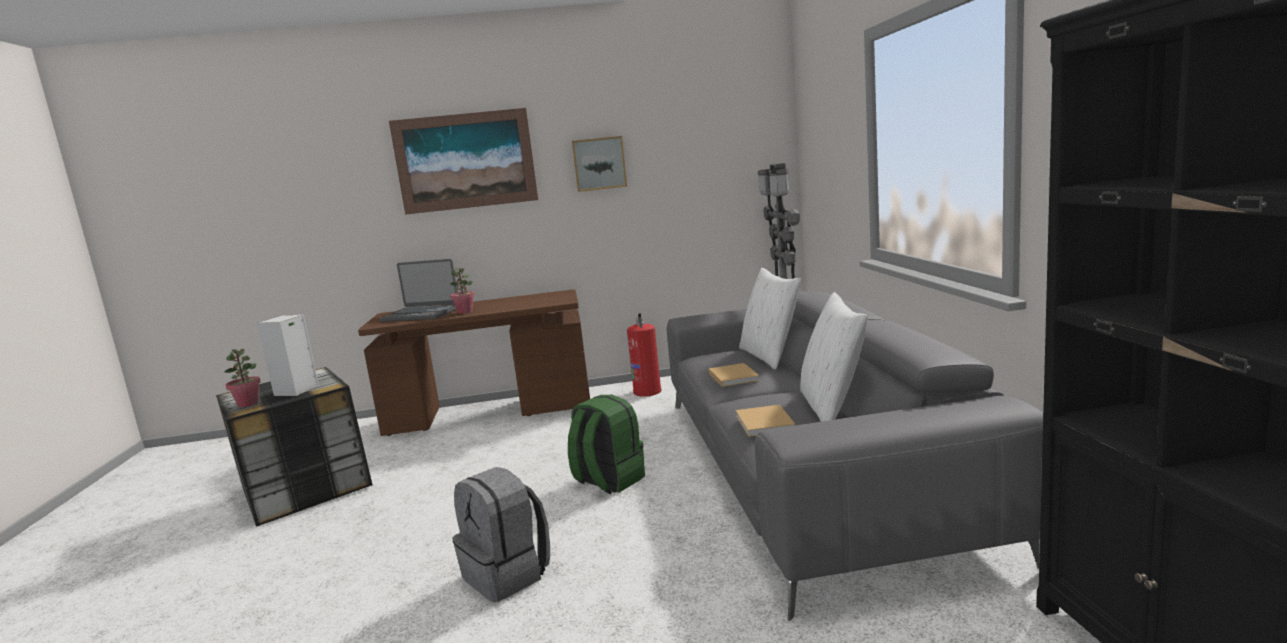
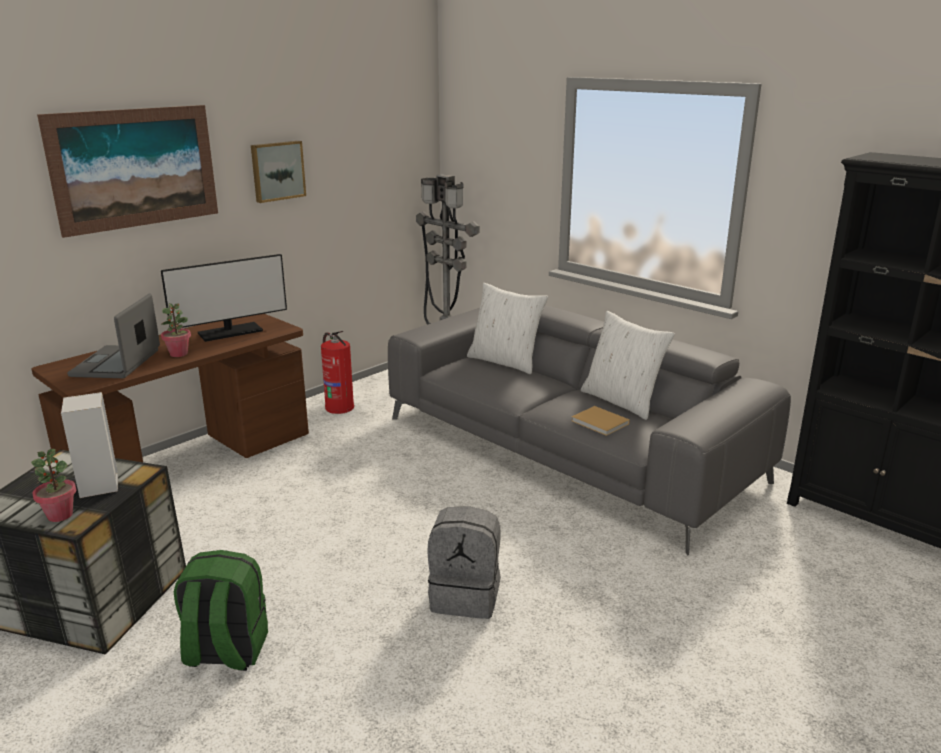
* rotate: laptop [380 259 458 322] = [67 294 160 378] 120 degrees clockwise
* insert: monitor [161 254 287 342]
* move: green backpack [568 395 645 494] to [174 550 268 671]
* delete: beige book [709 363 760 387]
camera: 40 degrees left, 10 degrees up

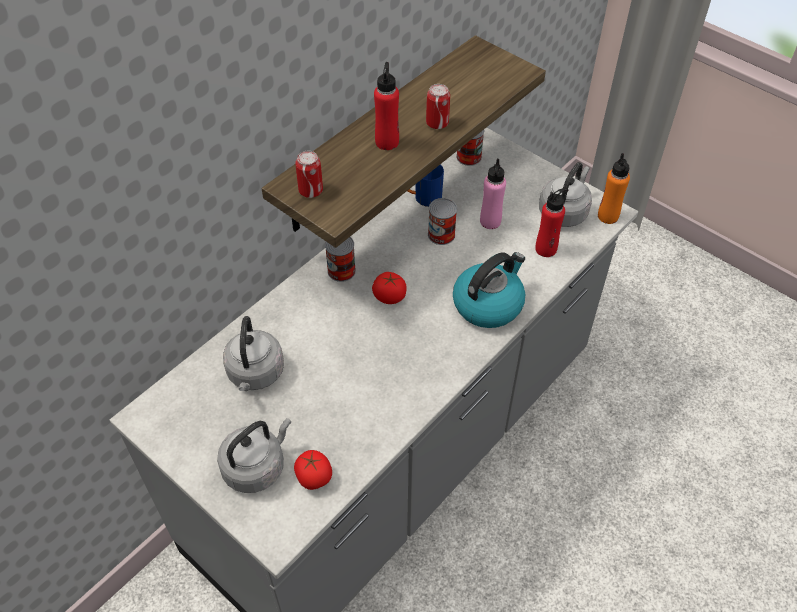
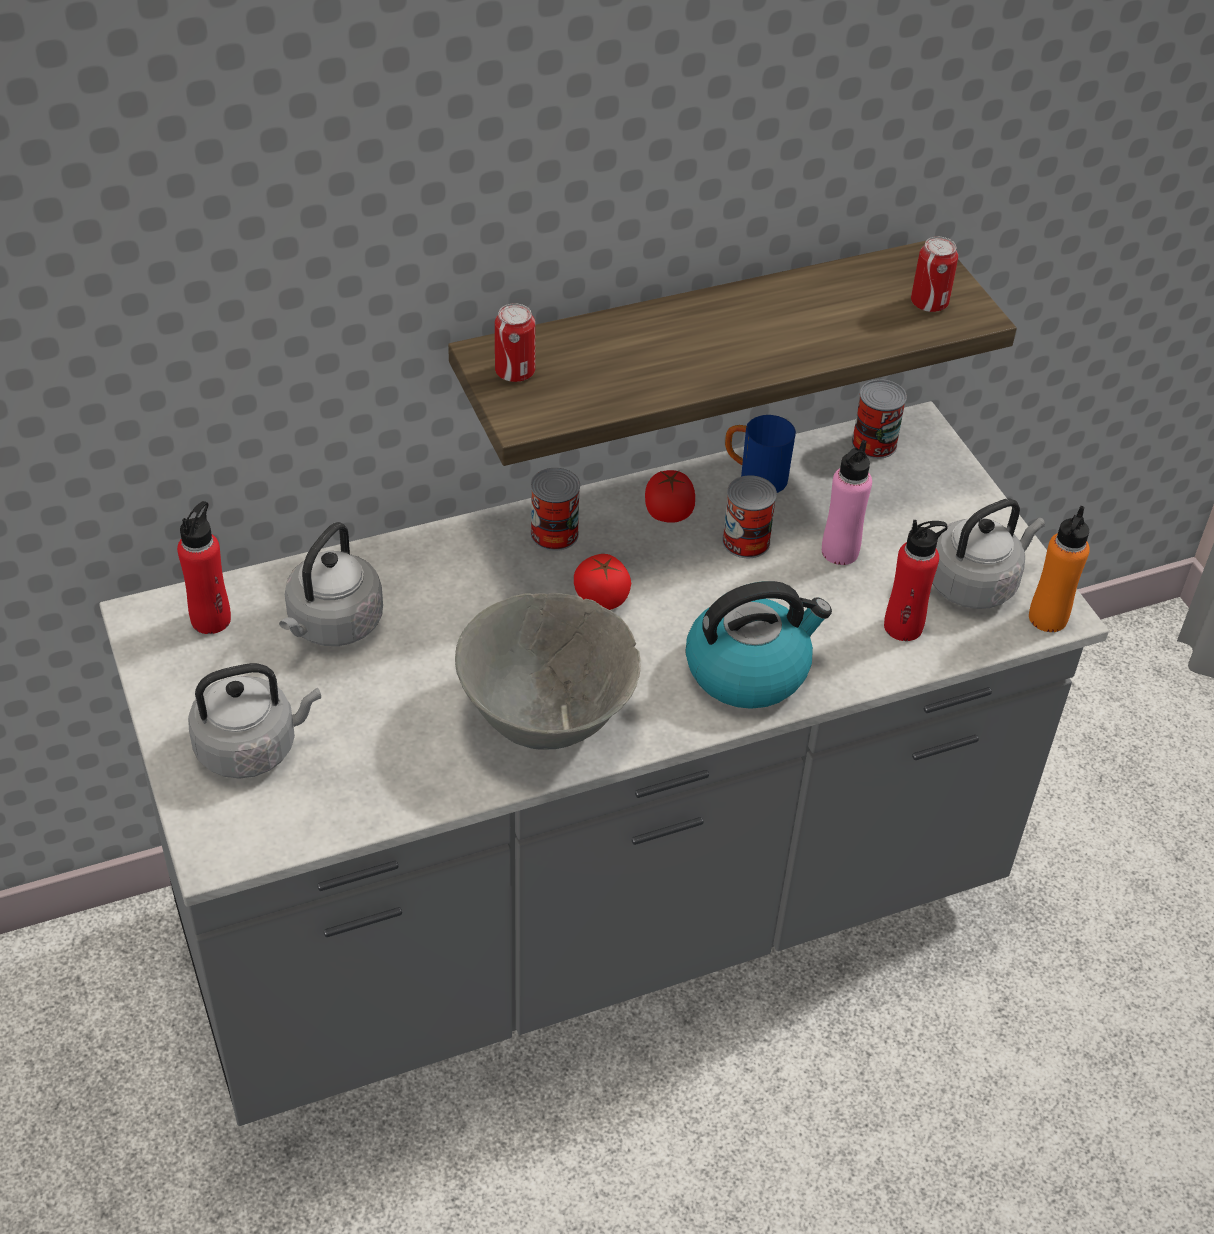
* move: red bottle [374 62 399 150] to [177 501 231 634]
* insert: grey bowl [455 593 641 750]
* move: tomato [294 450 332 490] to [645 470 695 523]
* move: can [426 84 450 129] to [911 237 958 312]
camera: 25 degrees right, 5 degrees down

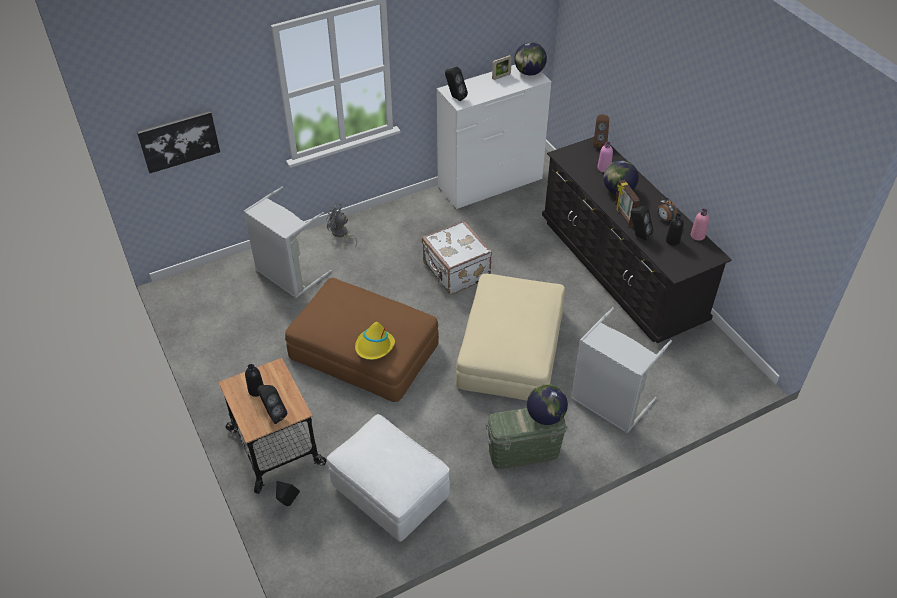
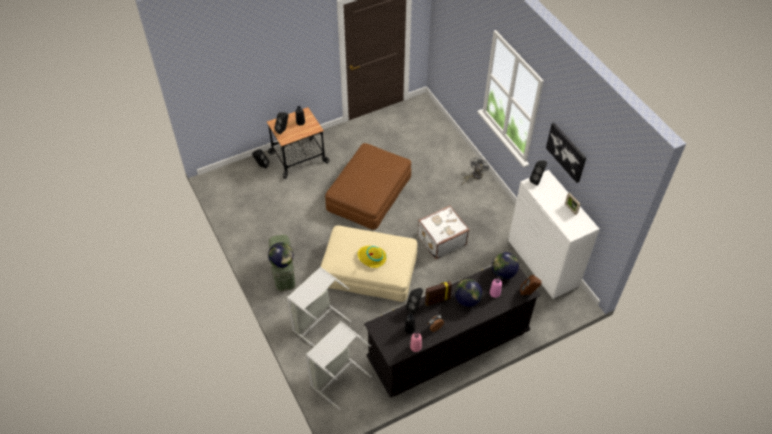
* move: grey laundry basket [243 186 331 298] to [306 321 372 410]
* move: yellow hat [355 322 395 360] to [357 246 386 268]
* move: globe [514 42 547 76] to [492 252 519 279]
* move: picture [137 111 220 173] to [546 123 586 183]
* delete: white ottoman [327 414 450 542]
camera: 90 degrees right, 5 degrees up

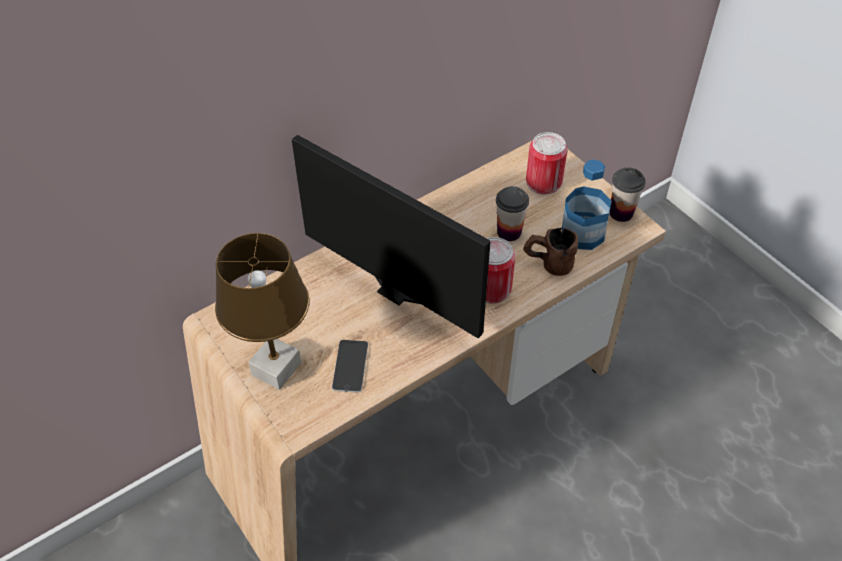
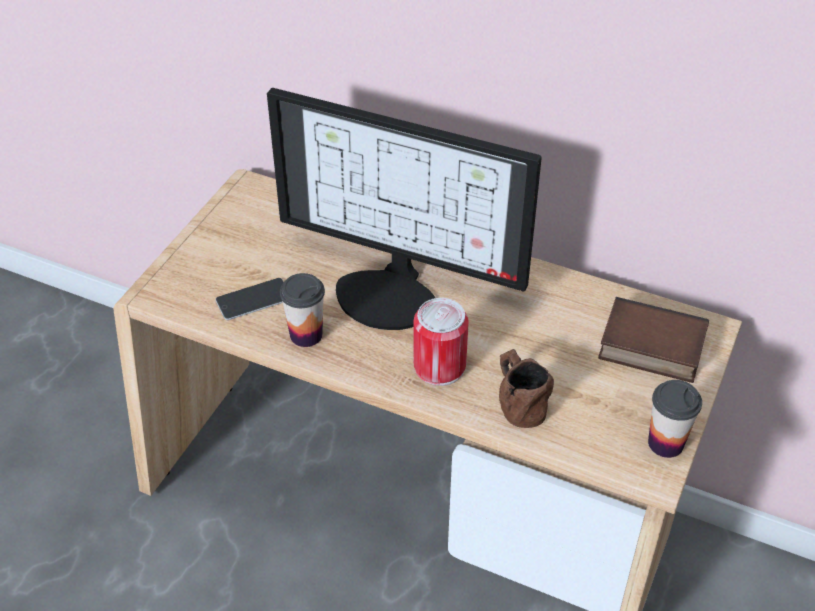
* rotate: monitor [292 135 490 338] = [267 88 542 330] 105 degrees clockwise
* move: cup [496 186 529 241] to [280 273 325 347]
* replace: can [526 132 568 195] to book [598 297 709 383]
* delete: brown table lamp [215 233 309 390]
* delete: bottle [562 160 611 250]
camera: 60 degrees right, 5 degrees down

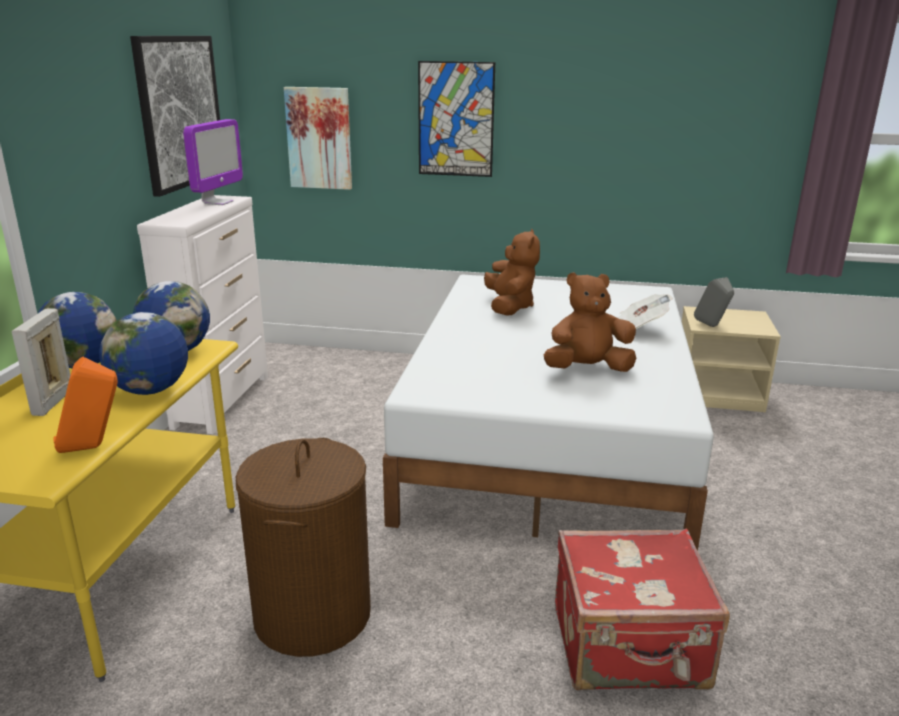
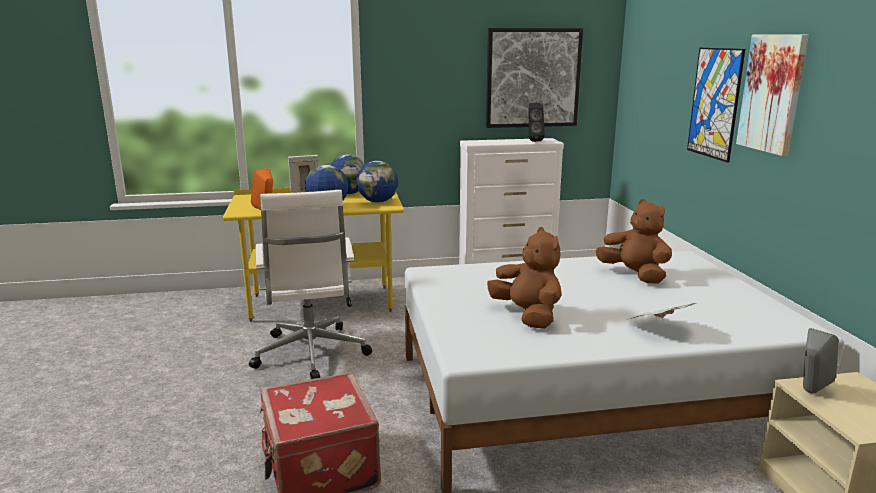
* replace: brown laundry basket [235 438 371 657] to white office chair [249 190 372 379]
* replace: monitor [183 119 243 205] to black speaker [529 103 545 142]
* rotate: brown plush toy [484 229 540 316] = [595 199 672 284] 105 degrees counterclockwise
* move: picture [284 87 352 190] to [736 34 809 156]
camera: 70 degrees right, 5 degrees down

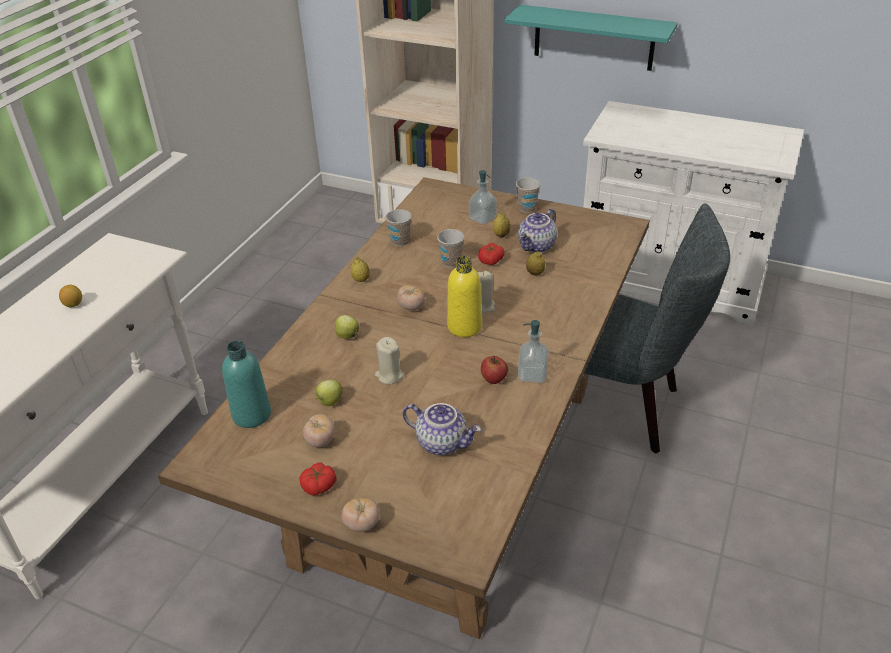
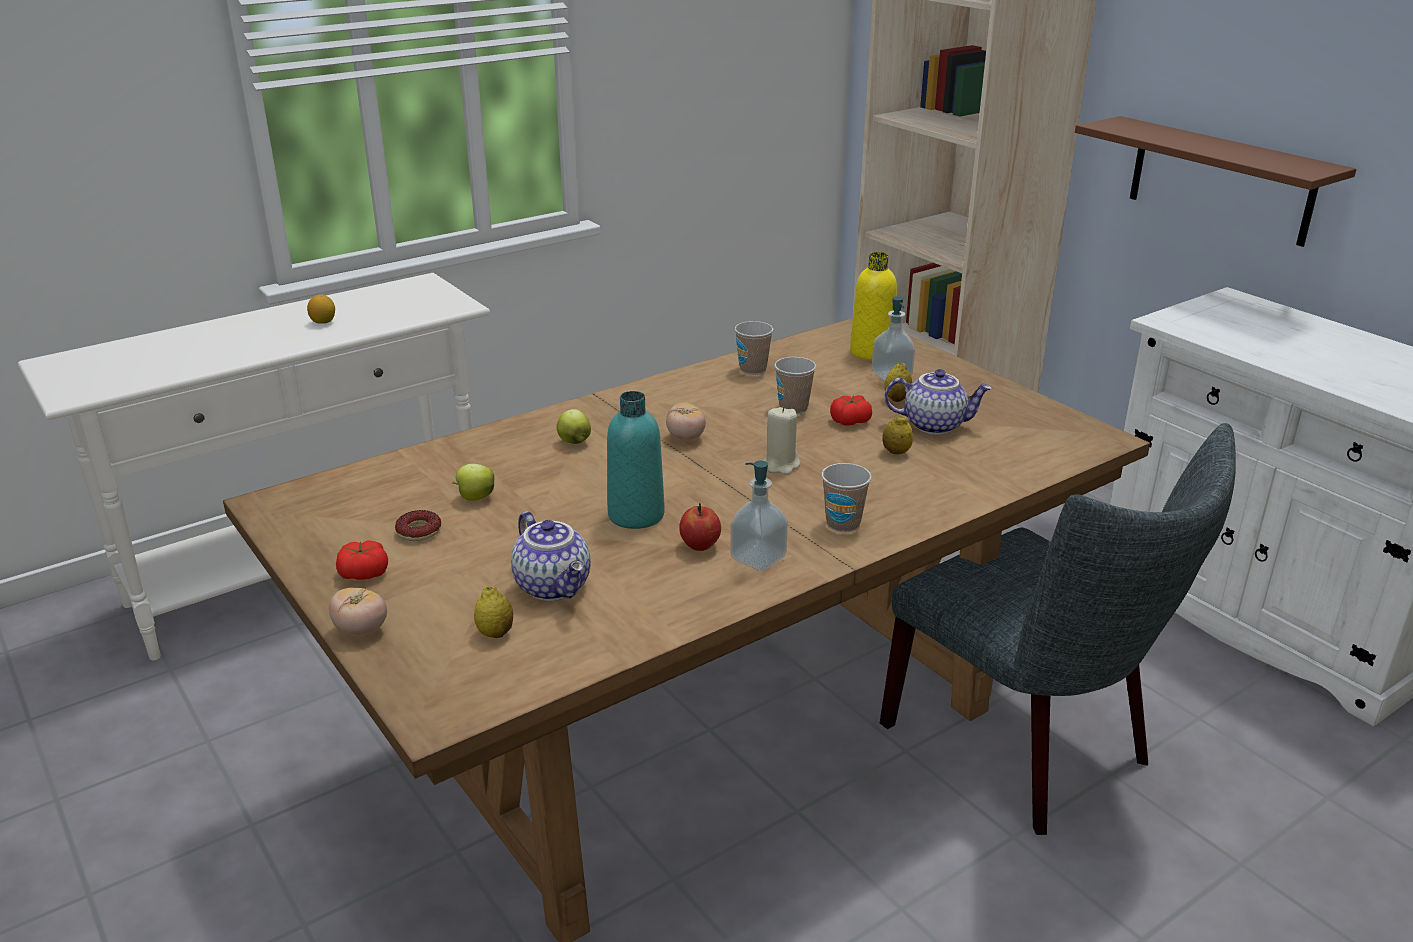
* replace: tomato [303 414 335 448] to donut [395 510 441 541]
* move: lemon [351 257 370 282] to [474 586 513 638]
* move: turquoise bottle [222 341 271 428] to [607 391 665 529]
* move: cup [516 177 541 213] to [821 463 871 532]
* move: yellow bottle [447 256 482 337] to [850 252 897 360]
* rotate: teapot [518 208 557 253] = [885 369 992 435] 150 degrees counterclockwise
* recolor: turquoise shelf [504 5 678 71] to brown shelf [1075 116 1356 247]
* delete: beige candle [375 337 404 384]
camera: 30 degrees right, 10 degrees down

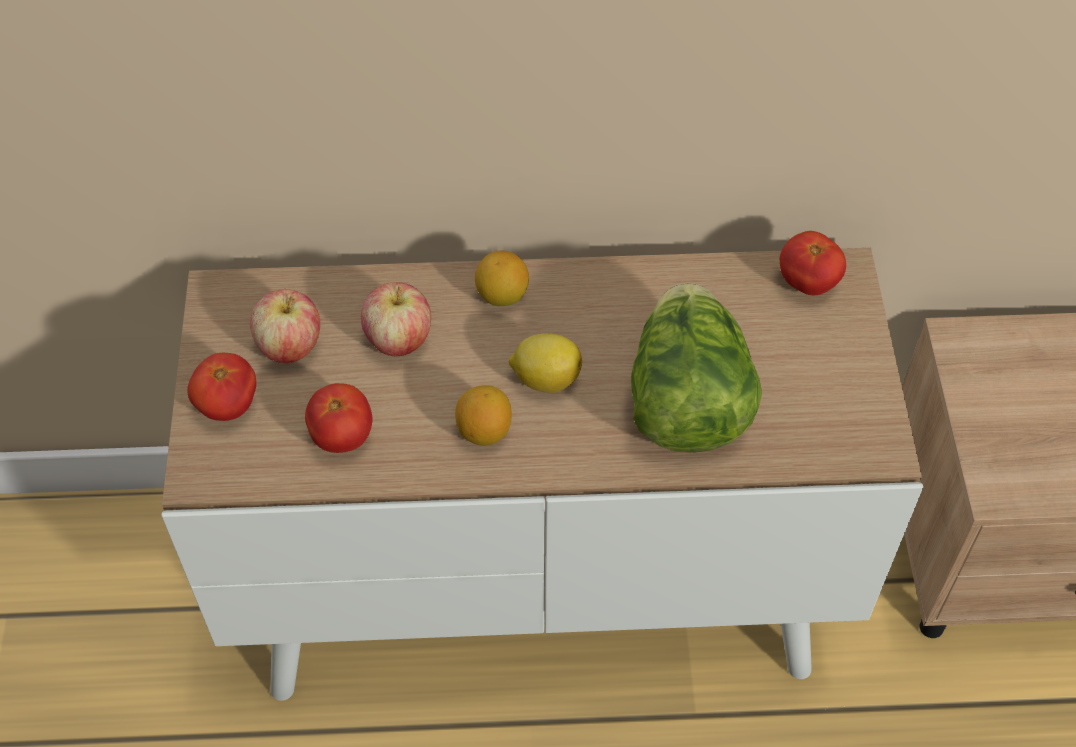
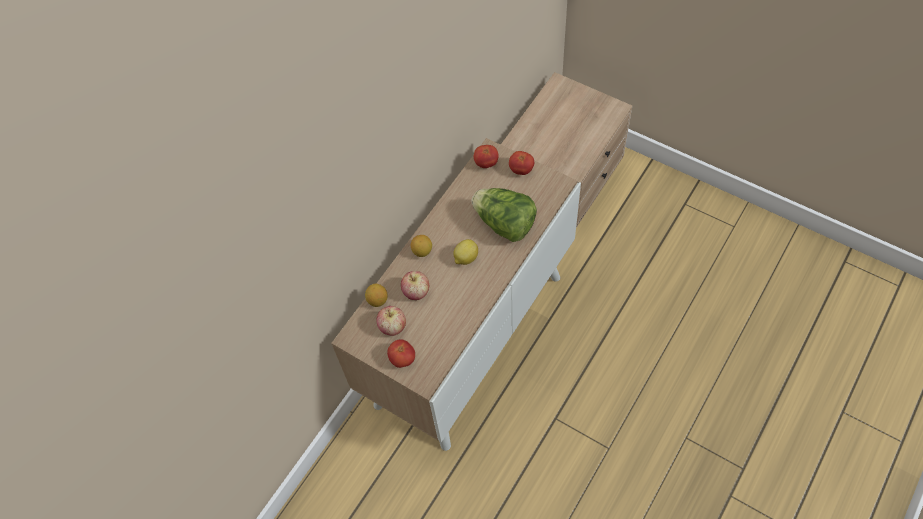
* move: lemon [455 385 512 446] to [365 284 388 307]
* move: tomato [305 383 372 453] to [509 151 534 175]
camera: 50 degrees left, 5 degrees up

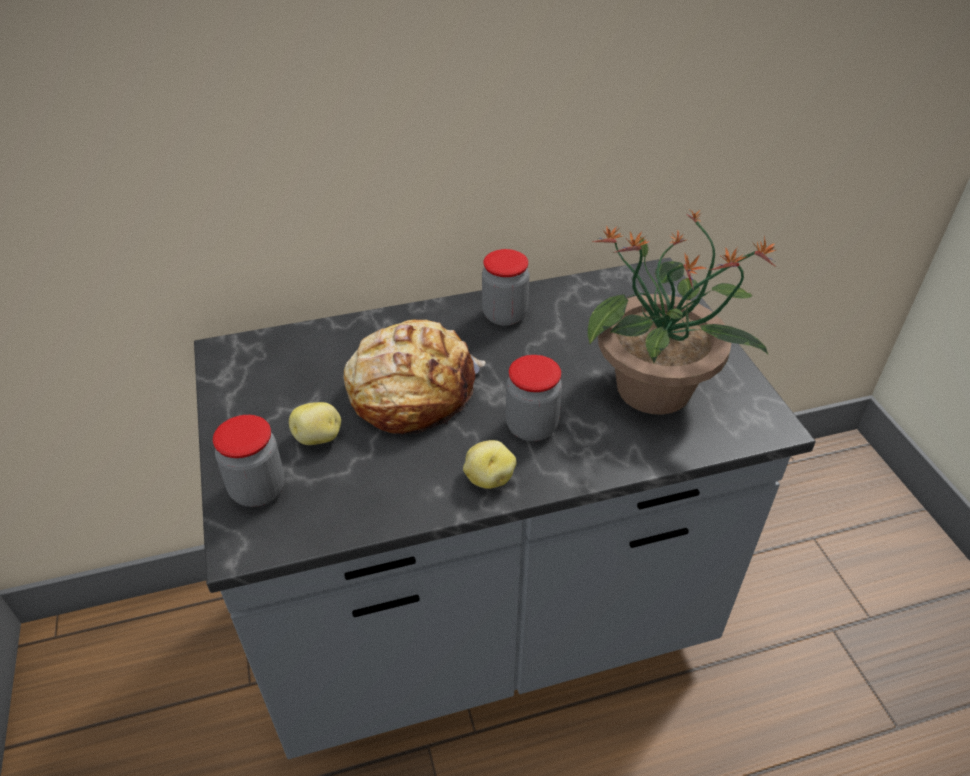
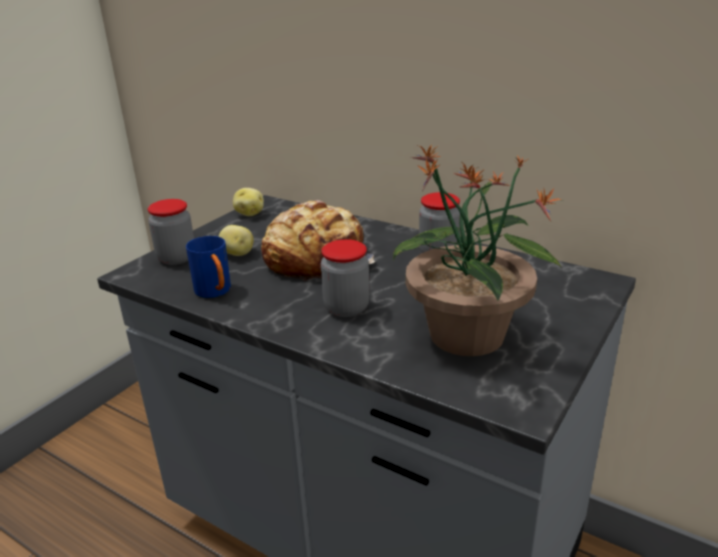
* insert: blue mug [186 236 231 298]
* move: potato [463 440 516 489] to [233 188 264 216]
camera: 50 degrees right, 15 degrees down

